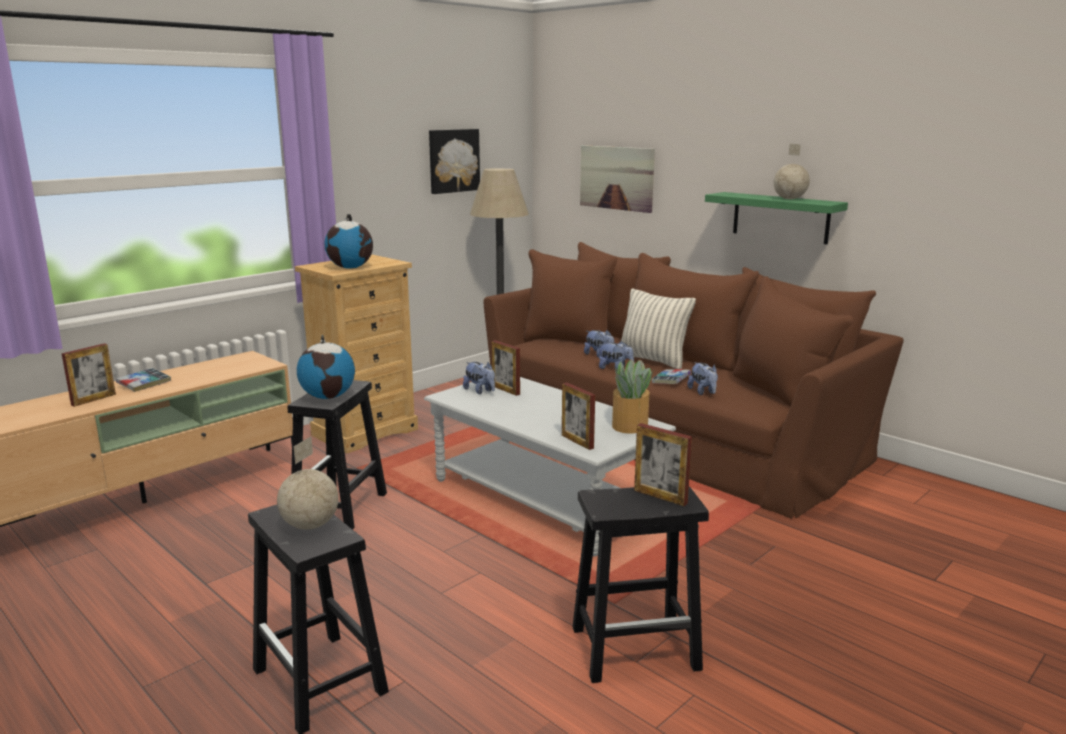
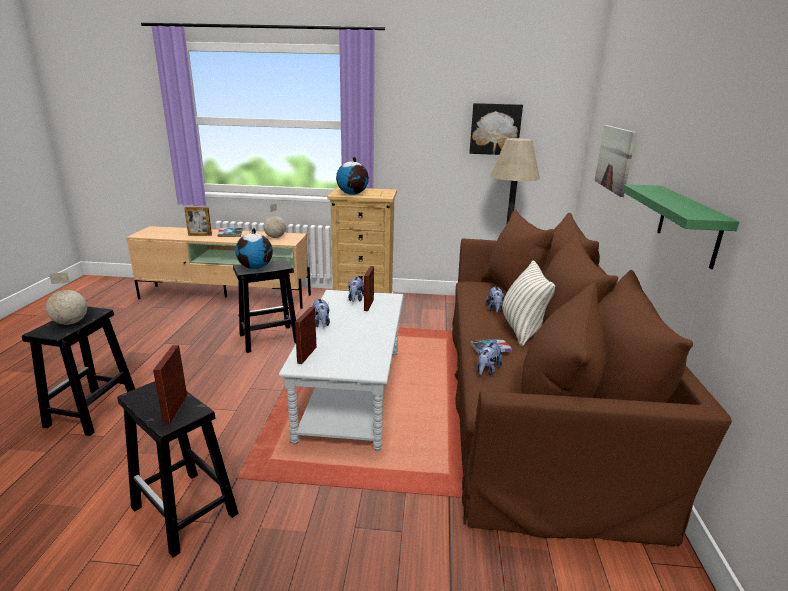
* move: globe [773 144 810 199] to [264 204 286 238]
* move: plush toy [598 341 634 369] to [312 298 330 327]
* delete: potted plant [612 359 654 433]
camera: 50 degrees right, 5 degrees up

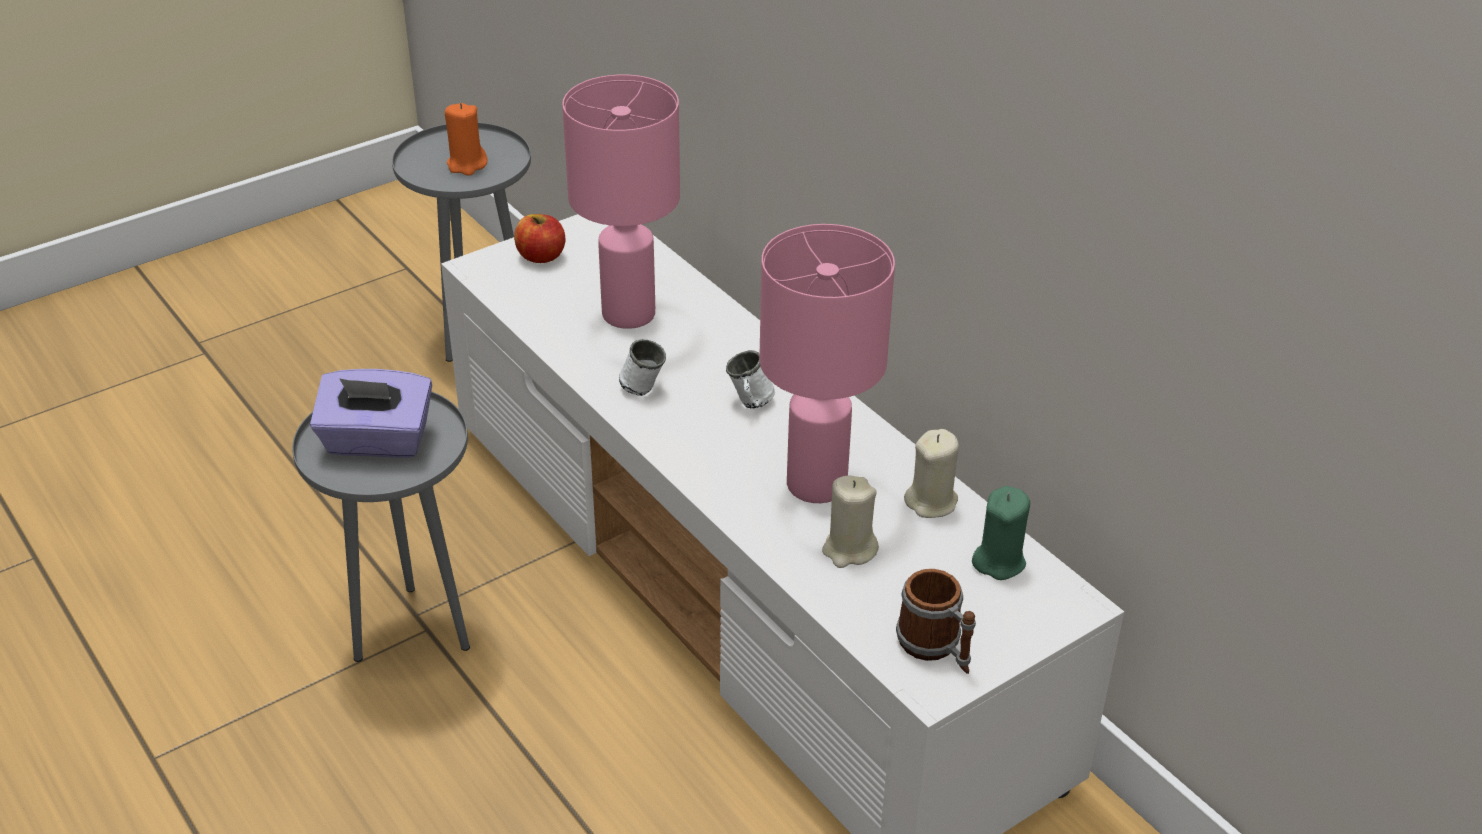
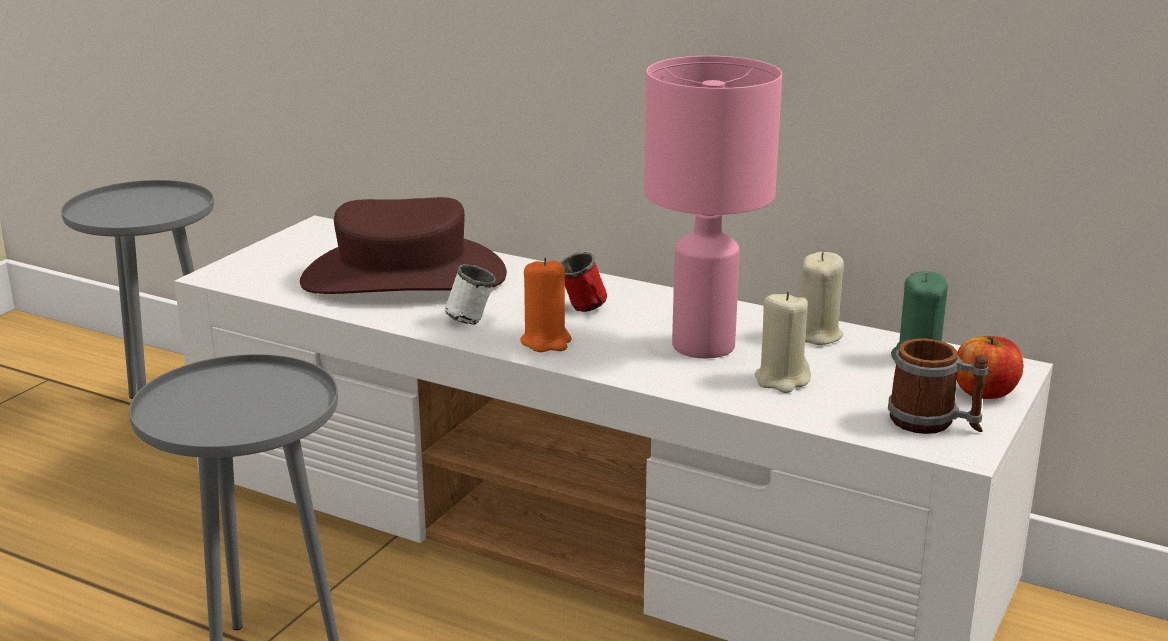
* replace: pink table lamp [562 75 680 329] to brown hat [300 197 507 294]
* move: orange candle [445 103 488 176] to [520 258 572 352]
* recolor: white mug [726 350 775 408] to red mug [561 252 607 312]
* move: apple [514 214 565 263] to [956 336 1023 399]
* delete: purple tissue box [310 369 432 458]
camera: 25 degrees left, 15 degrees down

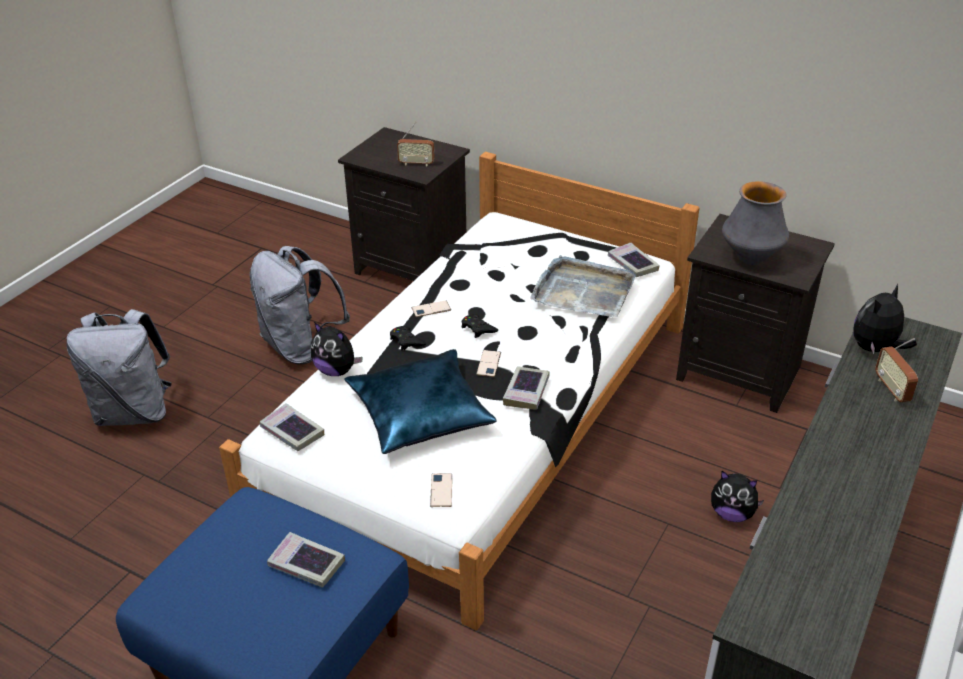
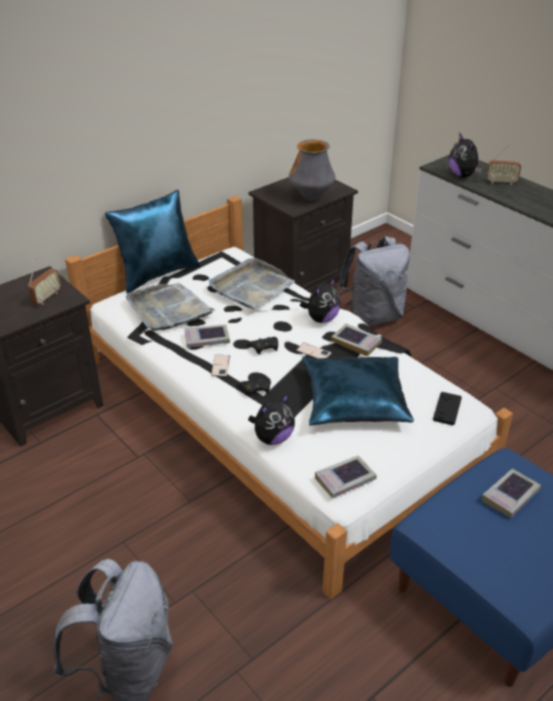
* insert: blue pillow [105 190 200 293]
* insert: grey tray [126 283 215 331]
* move: book [608 243 660 277] to [184 324 230 348]
* move: plush toy [711 471 764 522] to [300 278 340 323]
* move: grey backpack [250 246 350 364] to [338 236 410 326]
* replace: phone [430 473 452 507] to black game controller [433 392 462 425]
camera: 70 degrees left, 0 degrees up

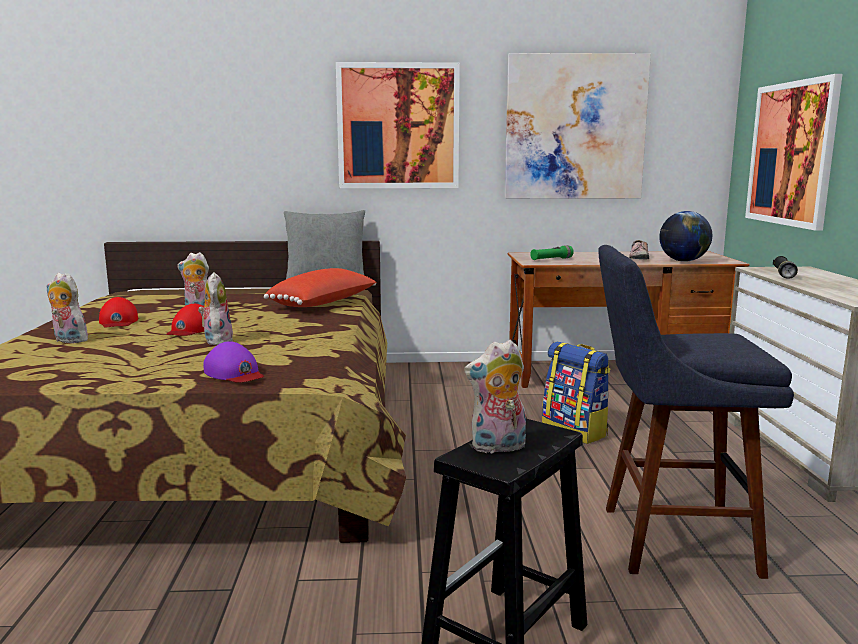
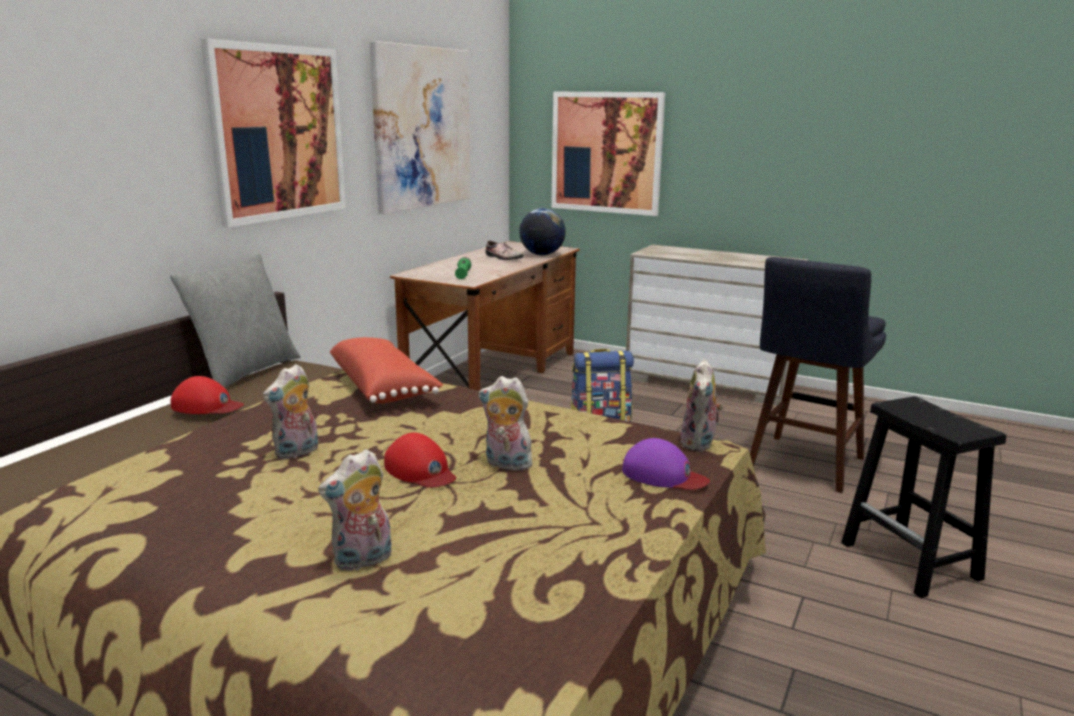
* move: red cap [99 297 138 327] to [171 376 244 414]
* rotate: purple cap [203 341 264 383] = [622 438 710 490] 45 degrees clockwise
* move: plush toy [464 340 526 454] to [680 359 723 452]
* delete: black flashlight [773 256 798 279]
camera: 60 degrees left, 5 degrees up

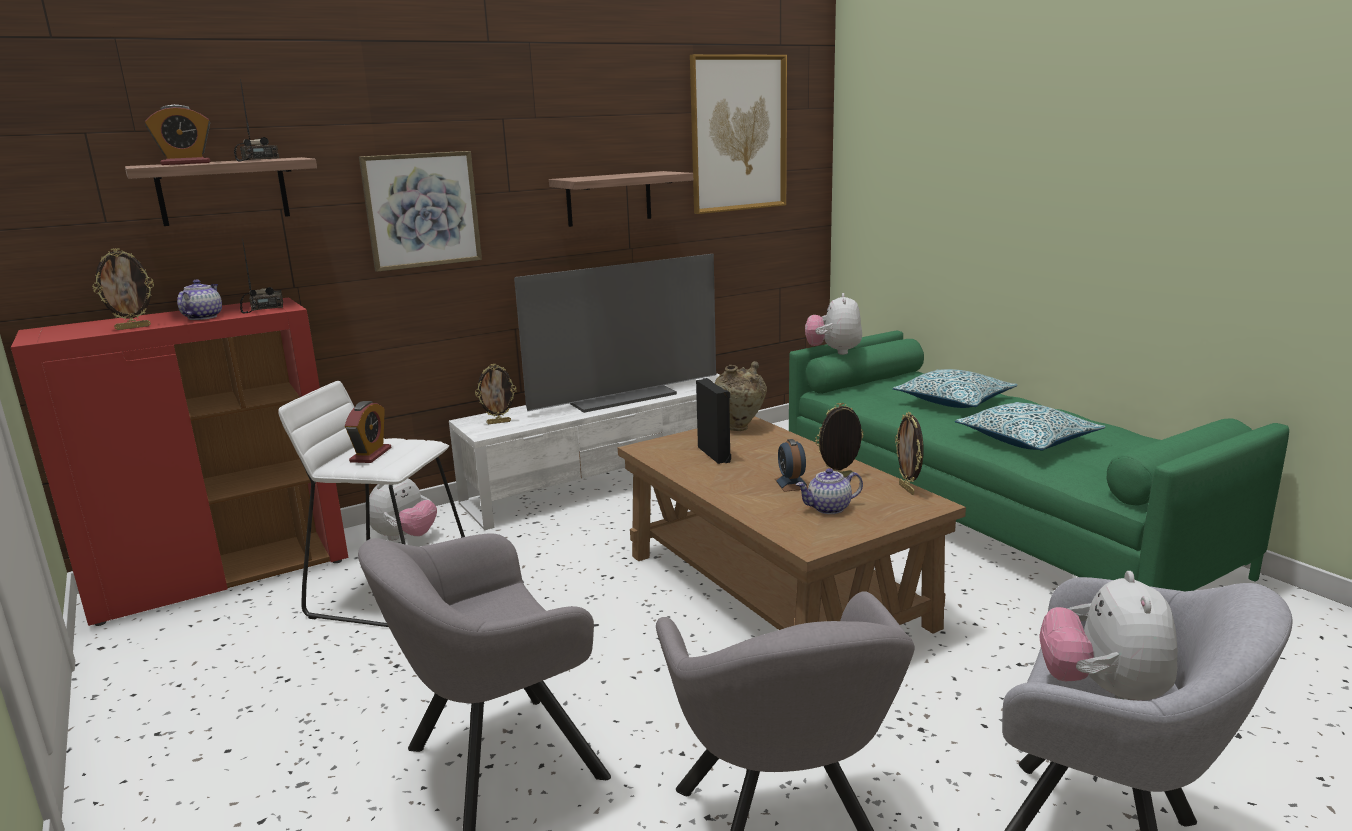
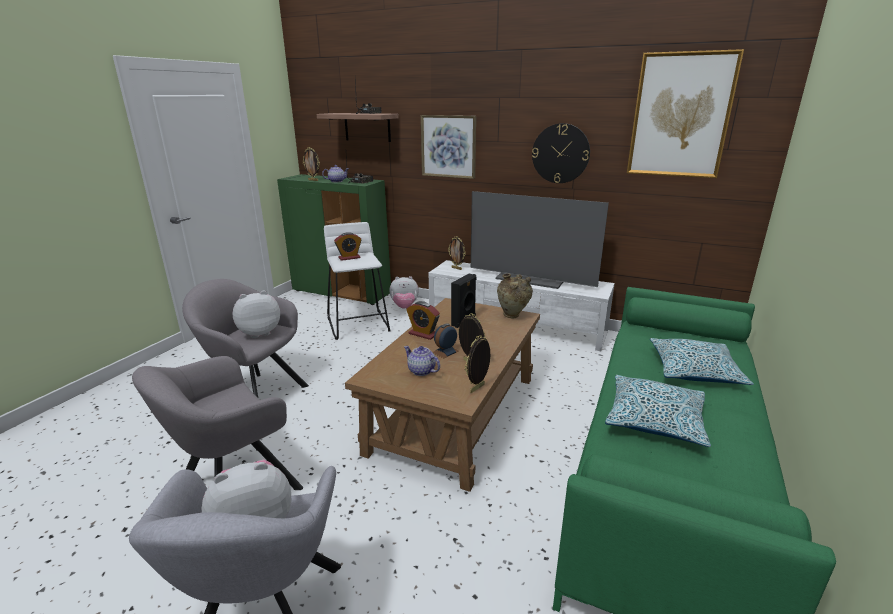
* move: plush toy [805 293 862 355] to [233 290 280 338]
* recolor: red cabinet [11 297 348 626] to green cabinet [277 174 391 305]
* move: alarm clock [145 105 210 165] to [406 301 440 340]
* replace: shelf [549 171 693 227] to wall clock [532 123 590 183]
camera: 55 degrees right, 5 degrees up

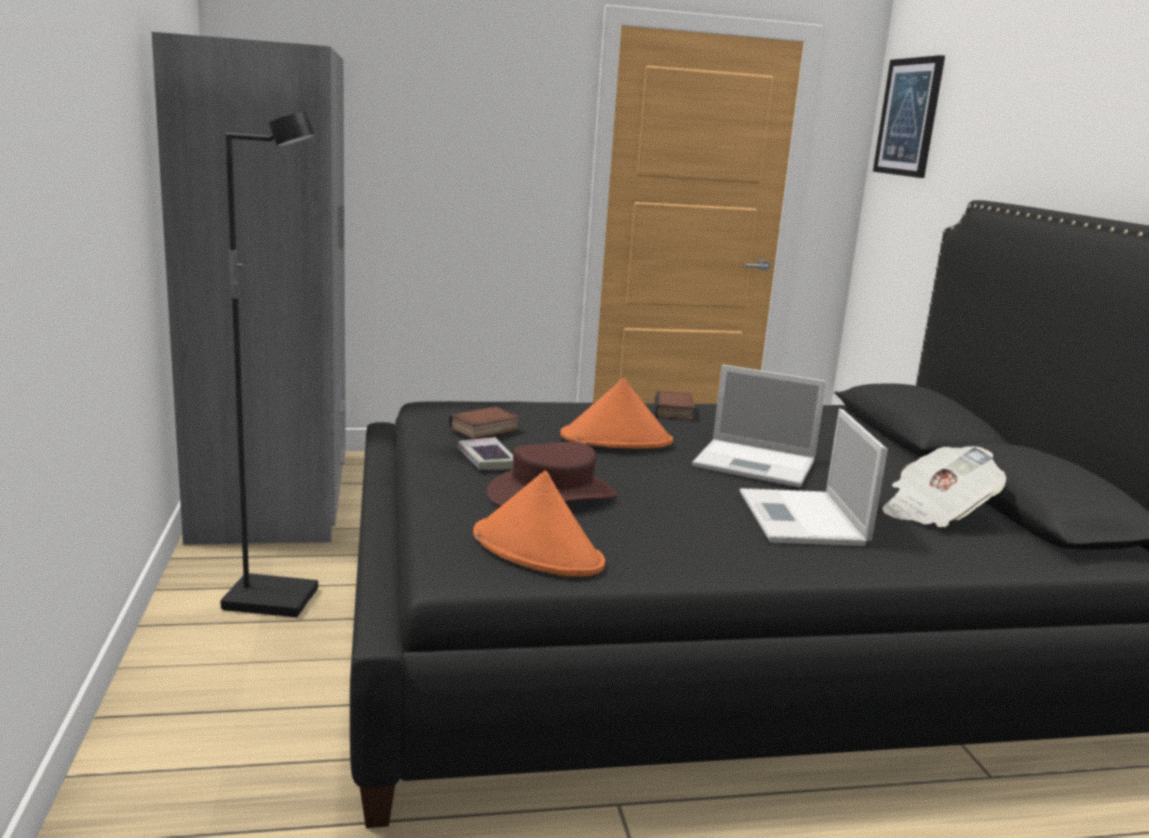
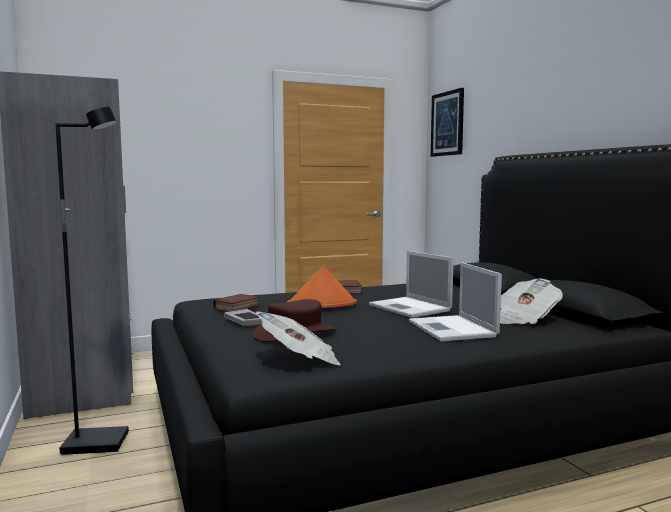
* replace: orange hat [473 470 605 577] to newspaper [256 312 340 365]
* rotate: laptop [692 365 826 487] = [369 251 454 318] 45 degrees clockwise
camera: 10 degrees left, 10 degrees down

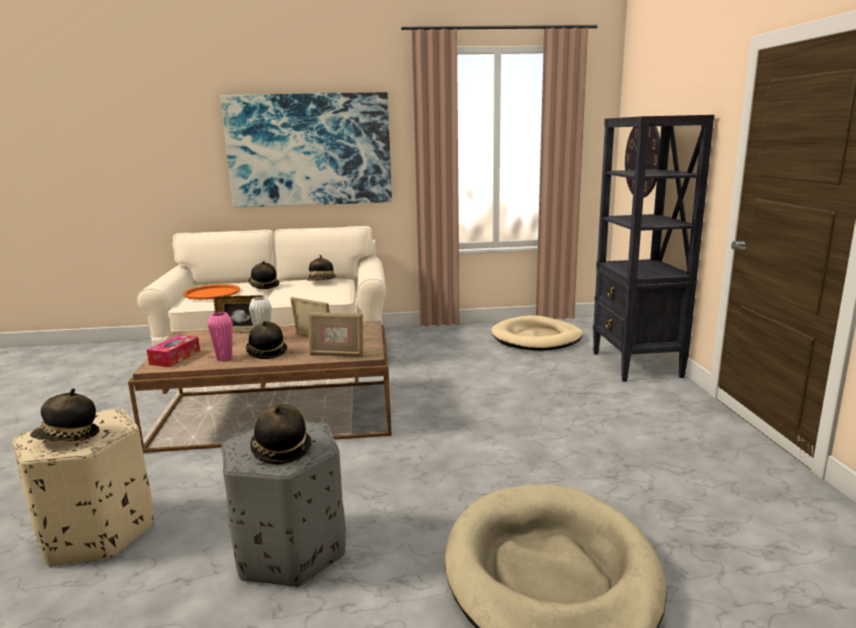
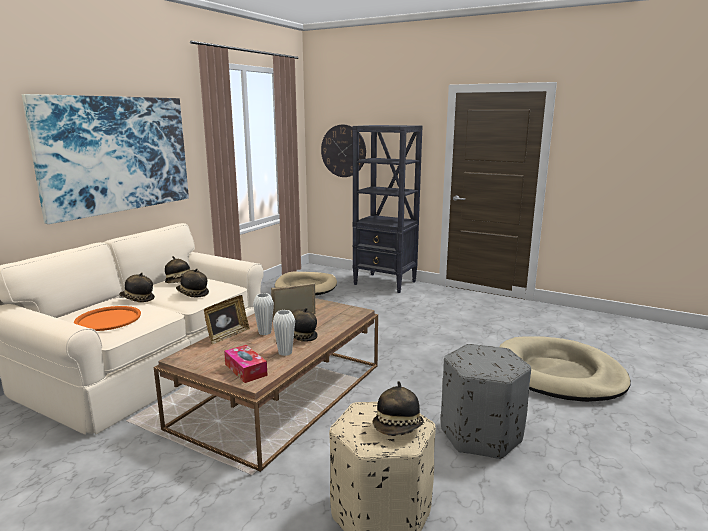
* move: hat [250 404 312 465] to [176 268 209 297]
* recolor: pink vase [208 312 233 361] to white vase [273 310 295 356]
* delete: picture frame [308 312 363 357]
camera: 55 degrees left, 0 degrees up

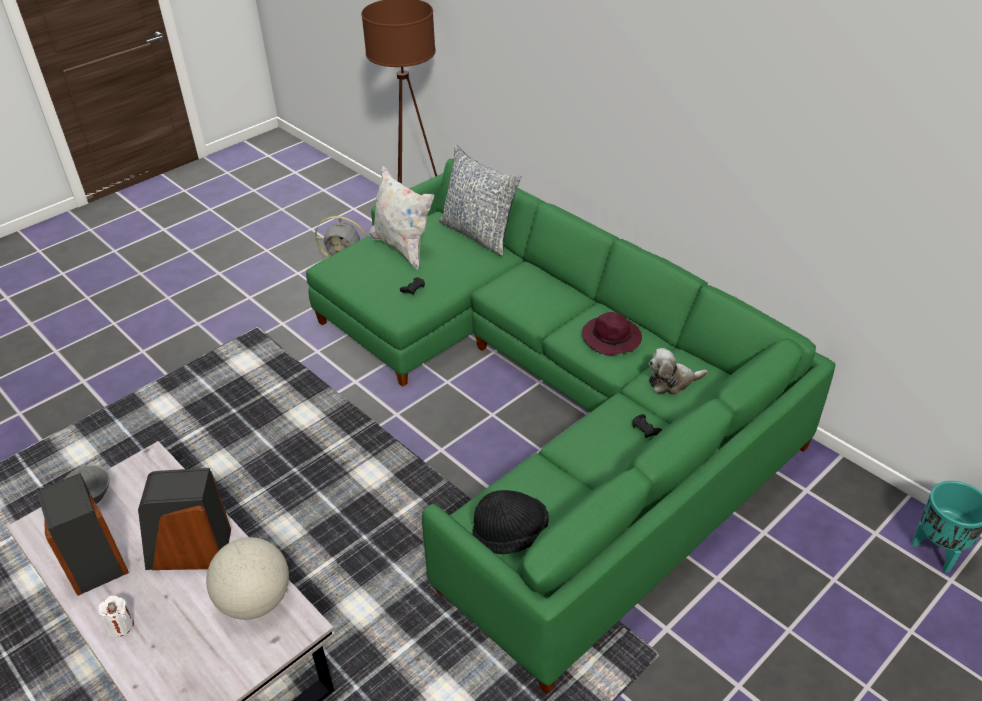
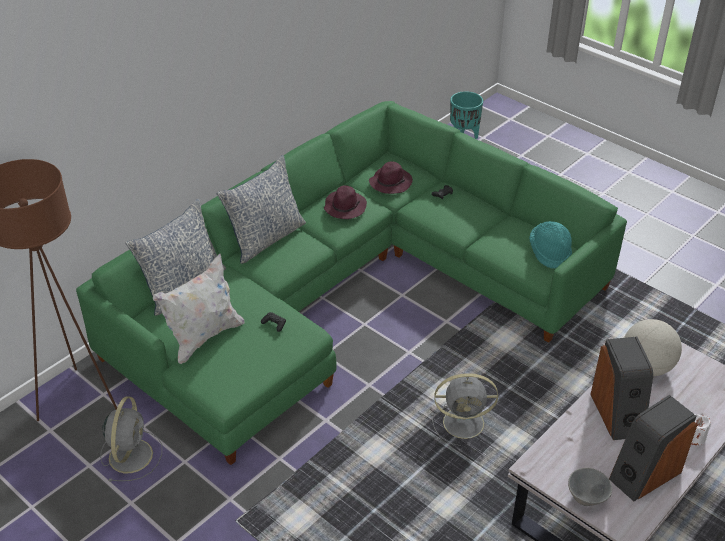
* insert: pillow [216 155 306 264]
* replace: plush toy [649 348 708 395] to purple hat [369 161 413 194]
* insert: grey fan [431 373 498 446]
* recolor: black hat [472 490 549 555] to turquoise hat [529 221 572 269]
camera: 95 degrees left, 0 degrees up

